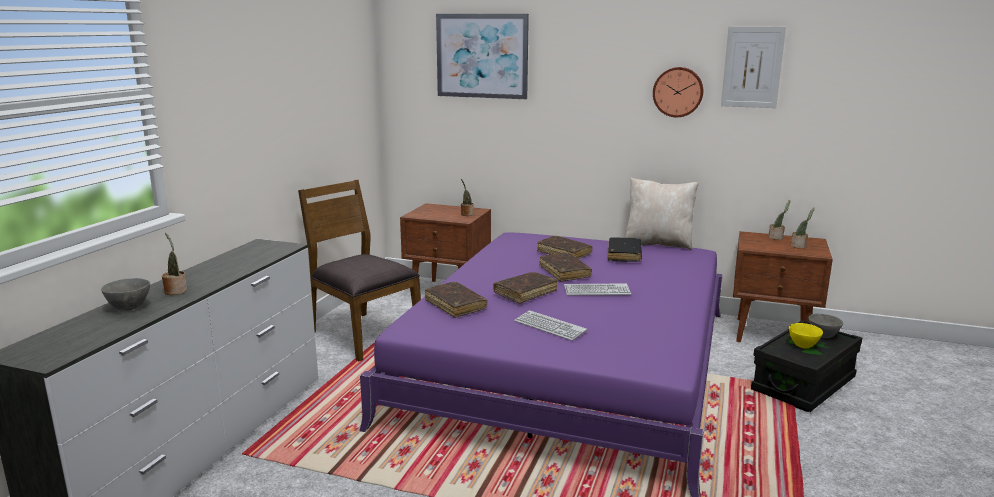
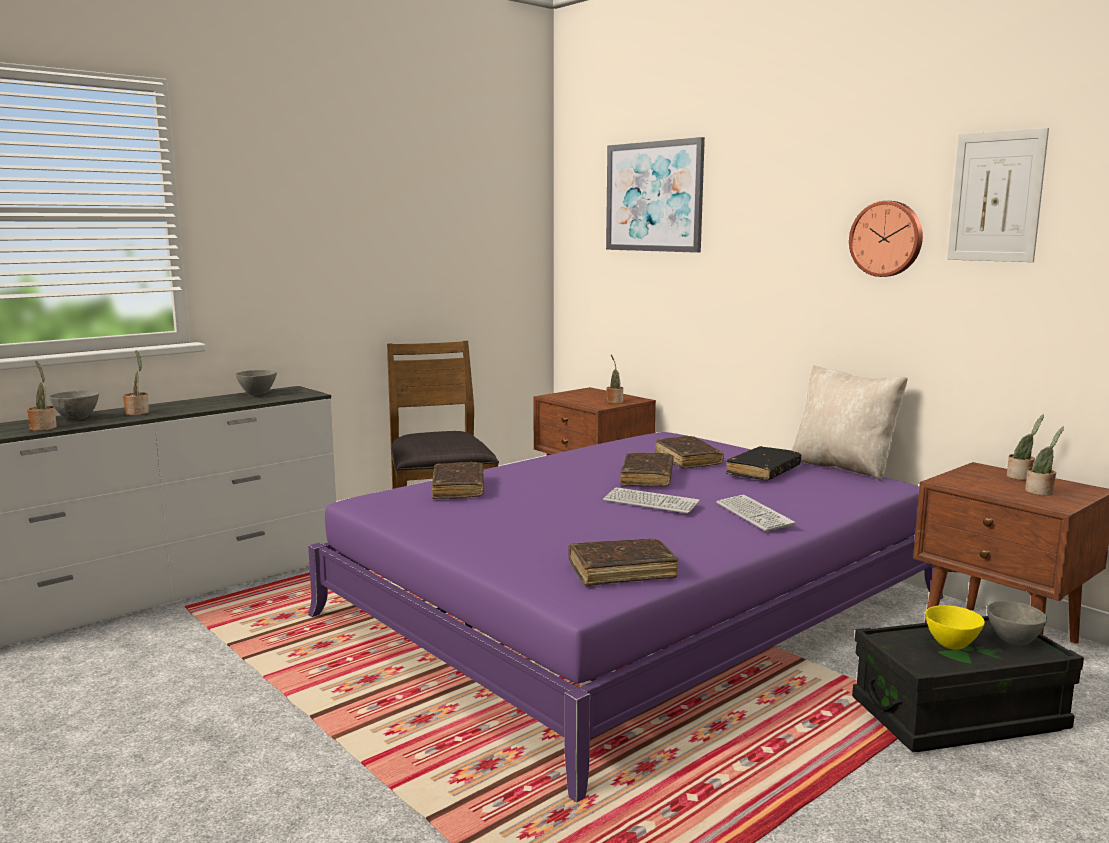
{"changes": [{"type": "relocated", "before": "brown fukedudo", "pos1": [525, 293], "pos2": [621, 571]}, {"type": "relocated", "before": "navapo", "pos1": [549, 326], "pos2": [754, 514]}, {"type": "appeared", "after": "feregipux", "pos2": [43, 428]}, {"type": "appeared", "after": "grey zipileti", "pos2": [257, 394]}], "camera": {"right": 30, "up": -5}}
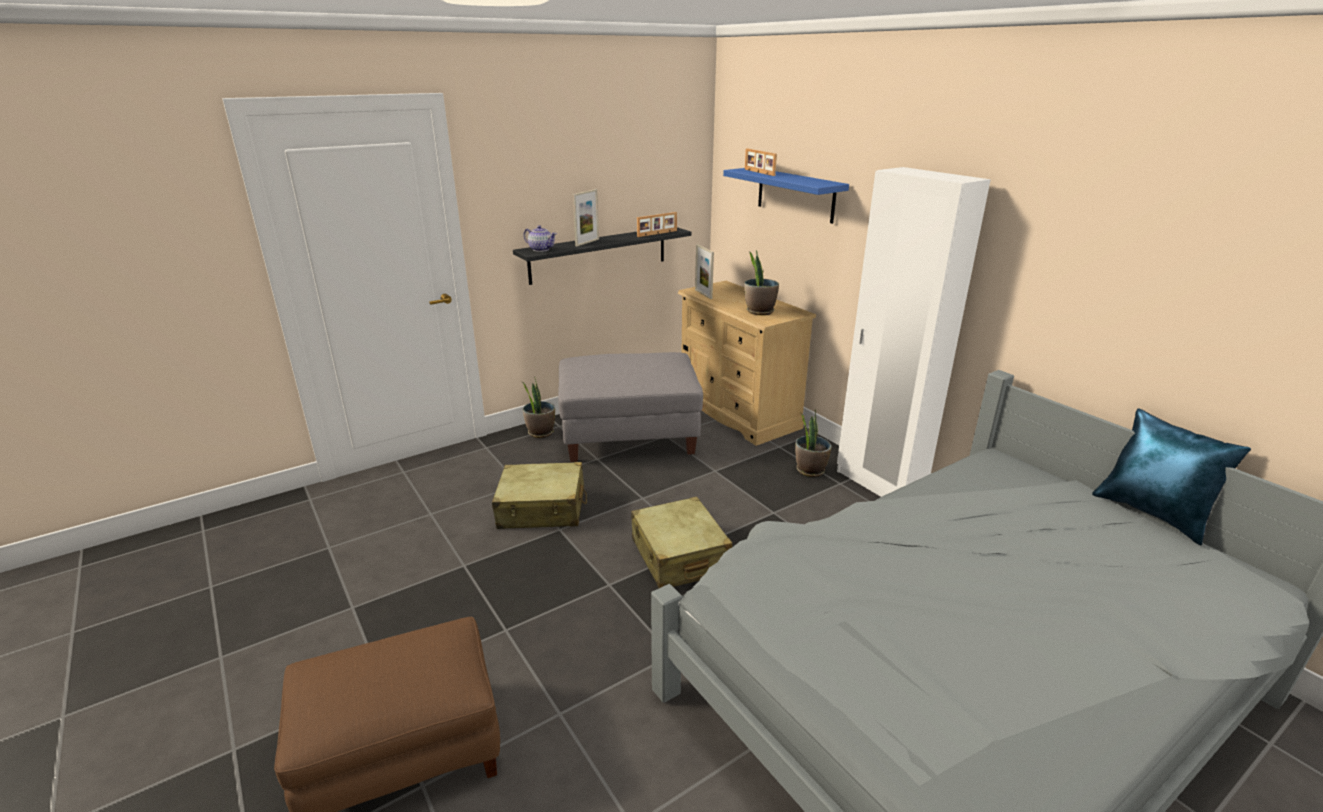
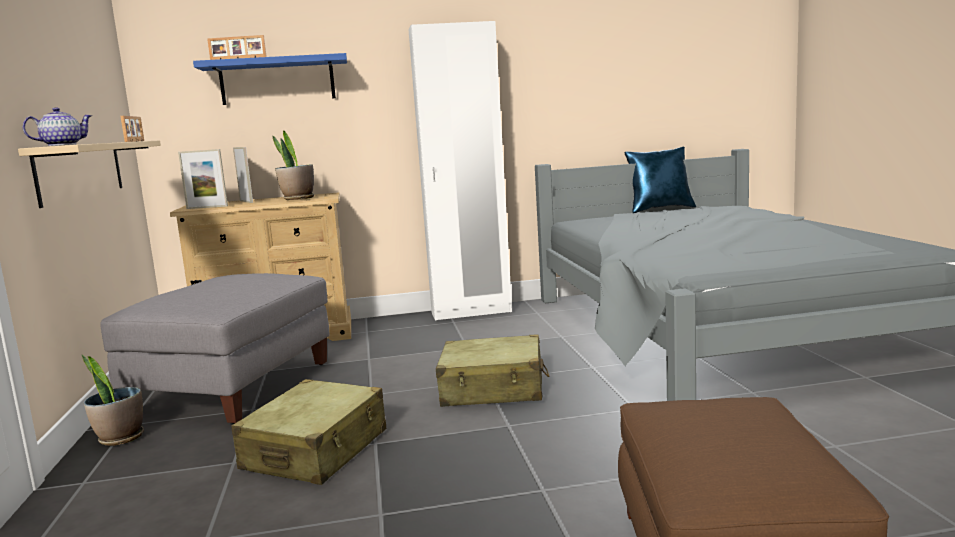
{"changes": [{"type": "relocated", "before": "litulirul", "pos1": [587, 242], "pos2": [246, 201]}, {"type": "colour", "before": "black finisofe", "after": "beige finisofe", "pos1": [599, 254], "pos2": [81, 171]}, {"type": "missing", "before": "feregipux", "pos1": [810, 470]}], "camera": {"right": -65, "up": -15}}
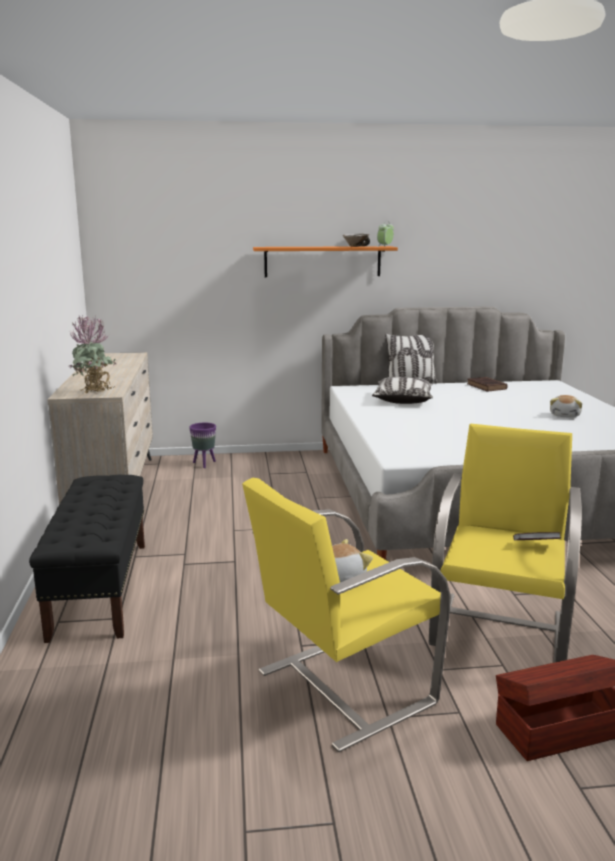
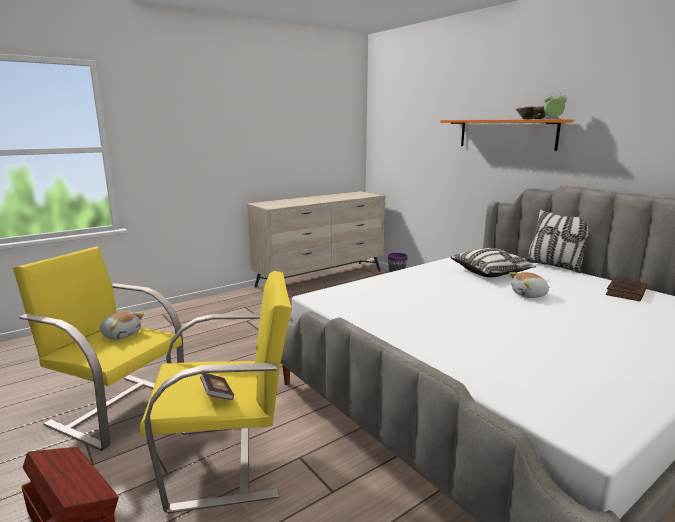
{"changes": [{"type": "missing", "before": "feregipux", "pos1": [96, 393]}, {"type": "relocated", "before": "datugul", "pos1": [565, 415], "pos2": [529, 295]}, {"type": "missing", "before": "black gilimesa", "pos1": [100, 588]}], "camera": {"right": 60, "up": 0}}
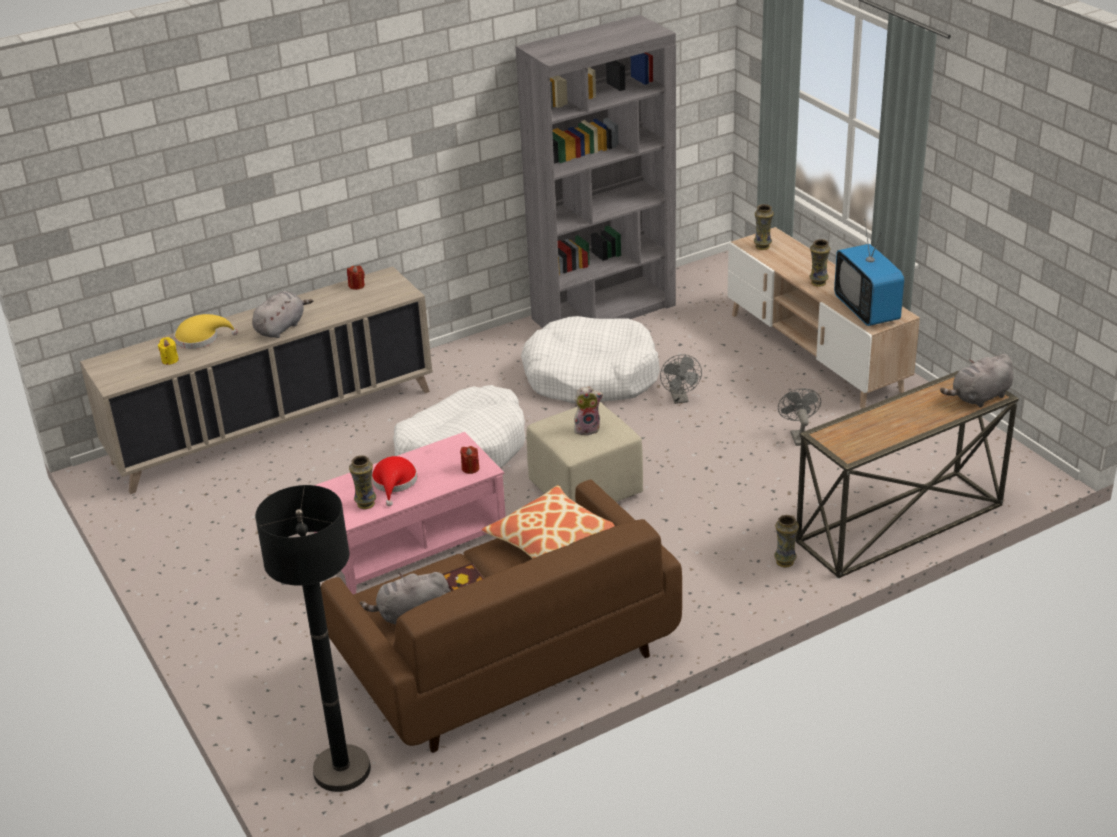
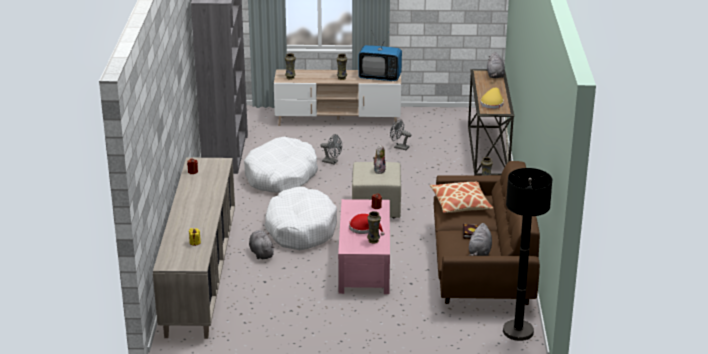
{"changes": [{"type": "relocated", "before": "grey datugul", "pos1": [281, 327], "pos2": [261, 253]}, {"type": "relocated", "before": "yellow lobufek", "pos1": [201, 339], "pos2": [492, 103]}], "camera": {"right": -60, "up": -5}}
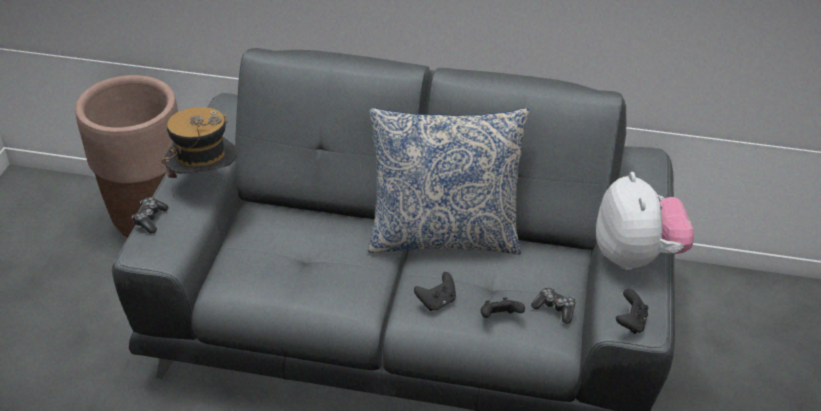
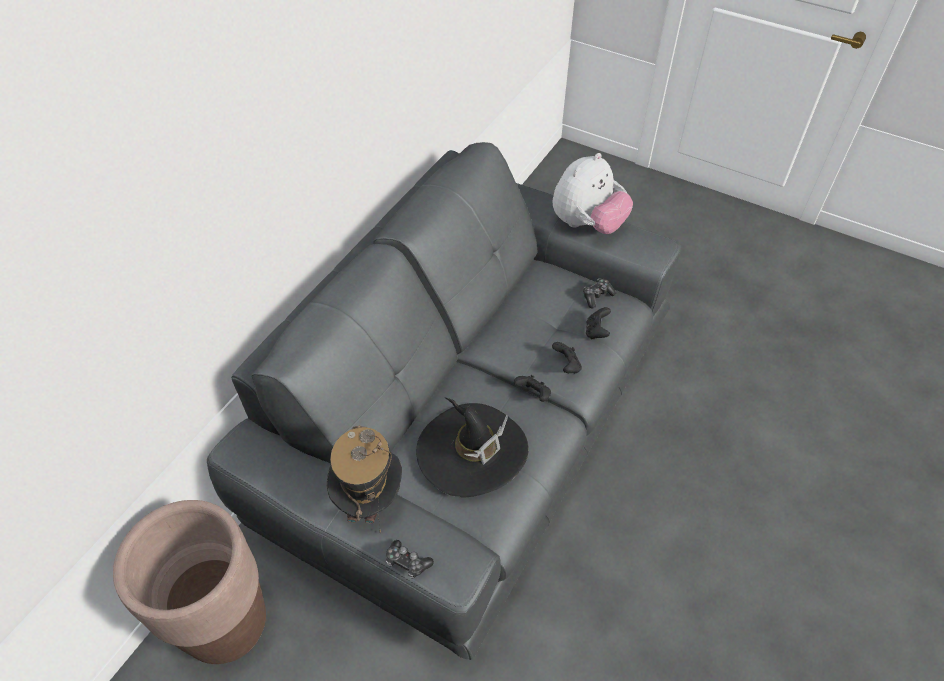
{"changes": [{"type": "missing", "before": "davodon", "pos1": [443, 236]}, {"type": "spun", "before": "datugul", "pos1": [636, 257], "pos2": [587, 224], "turn": 120}, {"type": "relocated", "before": "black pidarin", "pos1": [630, 323], "pos2": [533, 394]}, {"type": "appeared", "after": "black lobufek", "pos2": [472, 452]}], "camera": {"right": -70, "up": 10}}
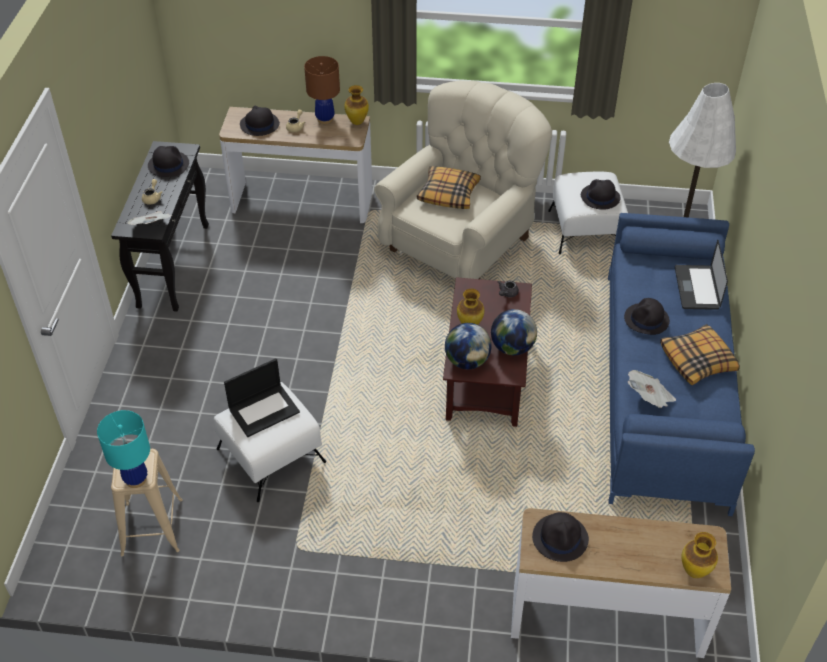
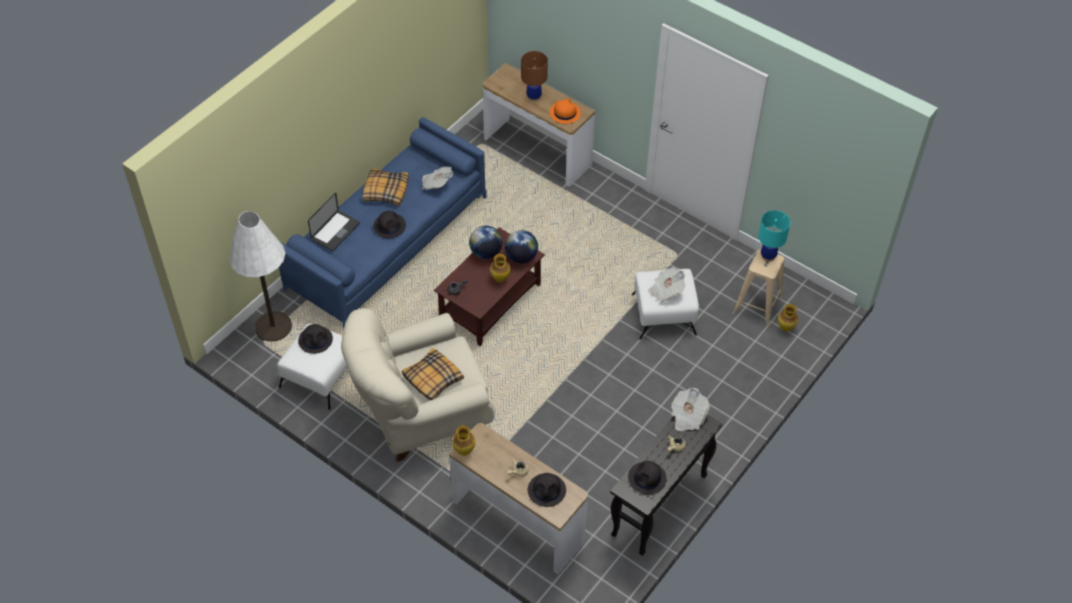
{"changes": [{"type": "relocated", "before": "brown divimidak", "pos1": [325, 119], "pos2": [533, 97]}, {"type": "exchanged", "before": "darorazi", "after": "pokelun", "pos1": [264, 410], "pos2": [666, 290]}, {"type": "colour", "before": "black lobufek", "after": "orange lobufek", "pos1": [560, 538], "pos2": [564, 113]}, {"type": "relocated", "before": "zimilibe", "pos1": [694, 571], "pos2": [785, 328]}], "camera": {"right": -150, "up": 5}}
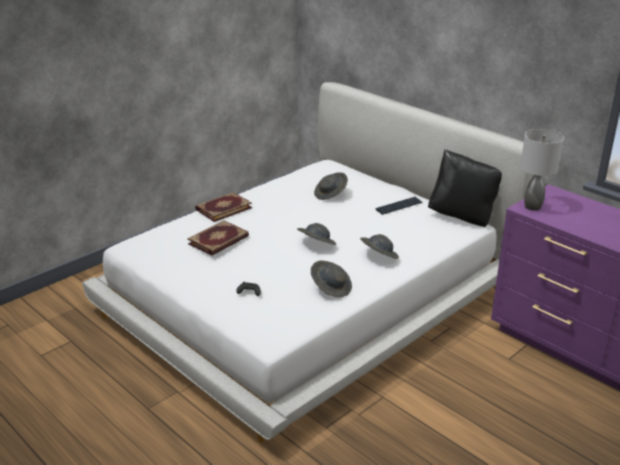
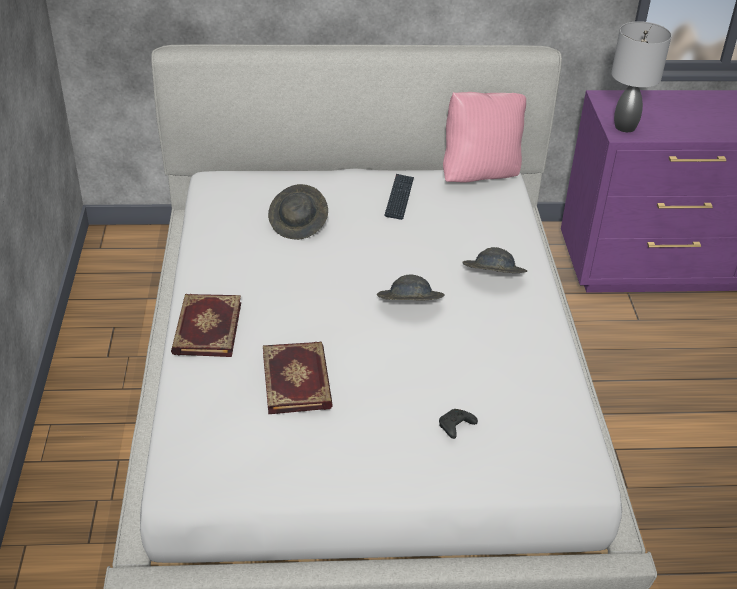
{"changes": [{"type": "colour", "before": "black davodon", "after": "pink davodon", "pos1": [463, 217], "pos2": [480, 175]}, {"type": "missing", "before": "grey lobufek", "pos1": [331, 287]}], "camera": {"right": -50, "up": 10}}
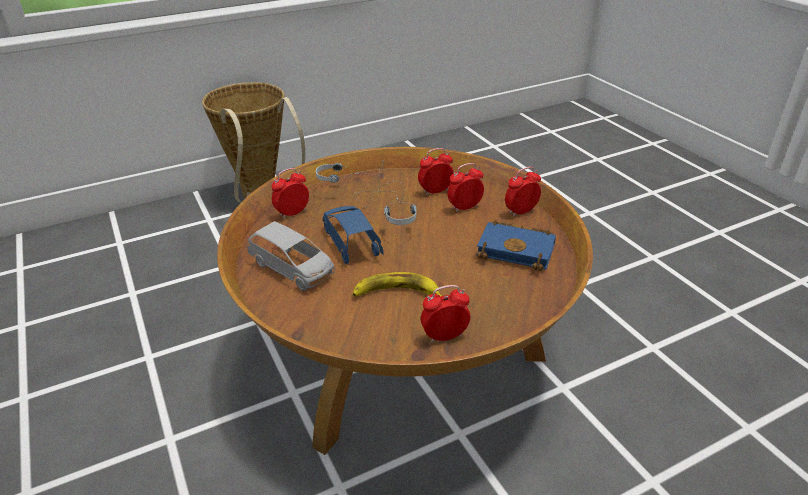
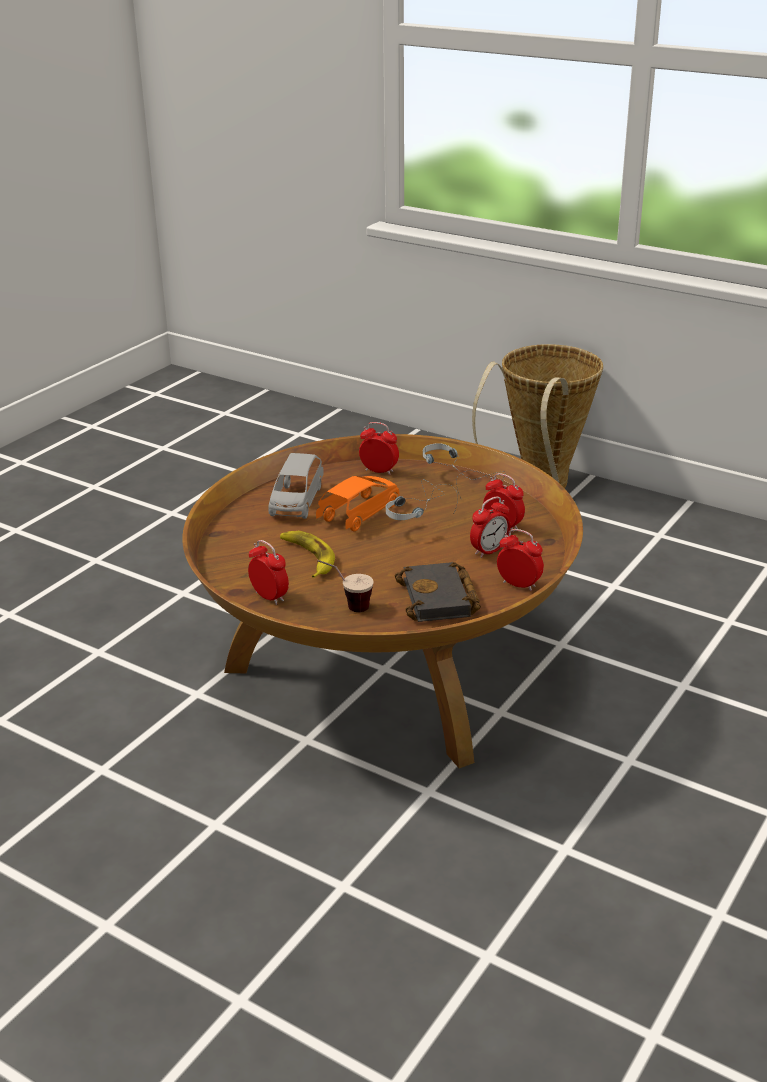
{"changes": [{"type": "spun", "before": "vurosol", "pos1": [465, 207], "pos2": [489, 551], "turn": 105}, {"type": "colour", "before": "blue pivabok", "after": "orange pivabok", "pos1": [351, 244], "pos2": [360, 514]}, {"type": "colour", "before": "blue fukedudo", "after": "black fukedudo", "pos1": [518, 249], "pos2": [440, 599]}, {"type": "appeared", "after": "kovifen", "pos2": [346, 606]}], "camera": {"right": 60, "up": -5}}
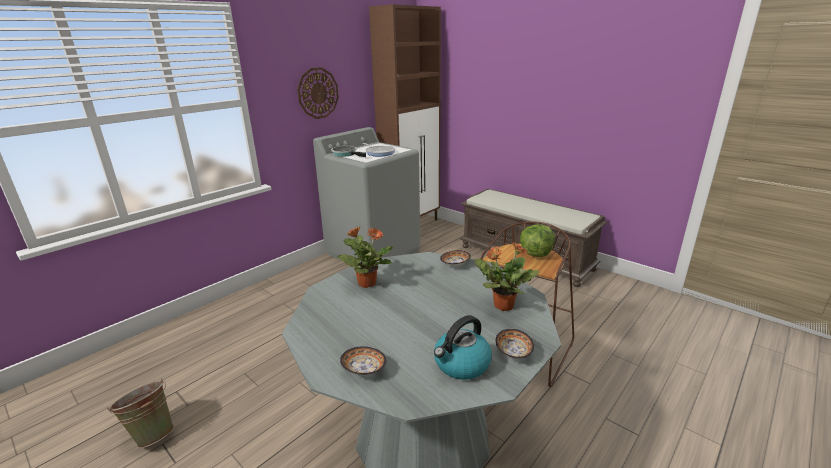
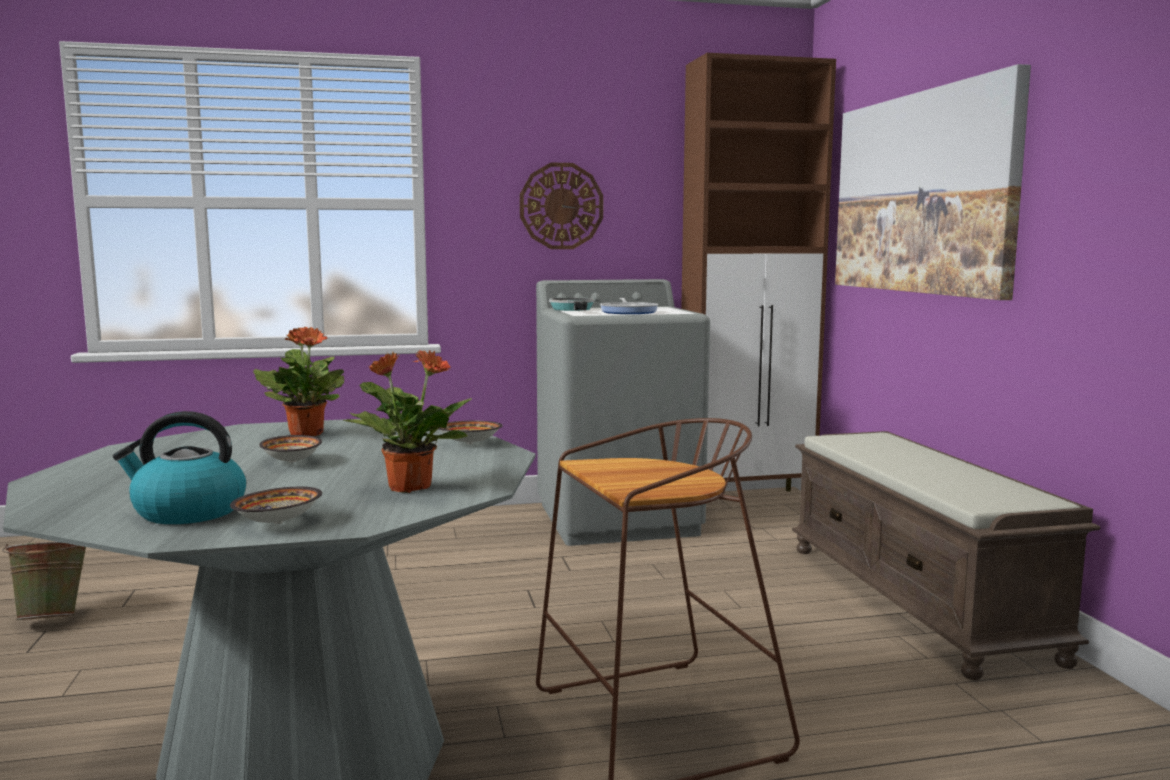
{"changes": [{"type": "missing", "before": "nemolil", "pos1": [535, 253]}, {"type": "relocated", "before": "zipileti", "pos1": [363, 369], "pos2": [292, 461]}, {"type": "appeared", "after": "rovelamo", "pos2": [921, 193]}], "camera": {"right": 35, "up": -15}}
